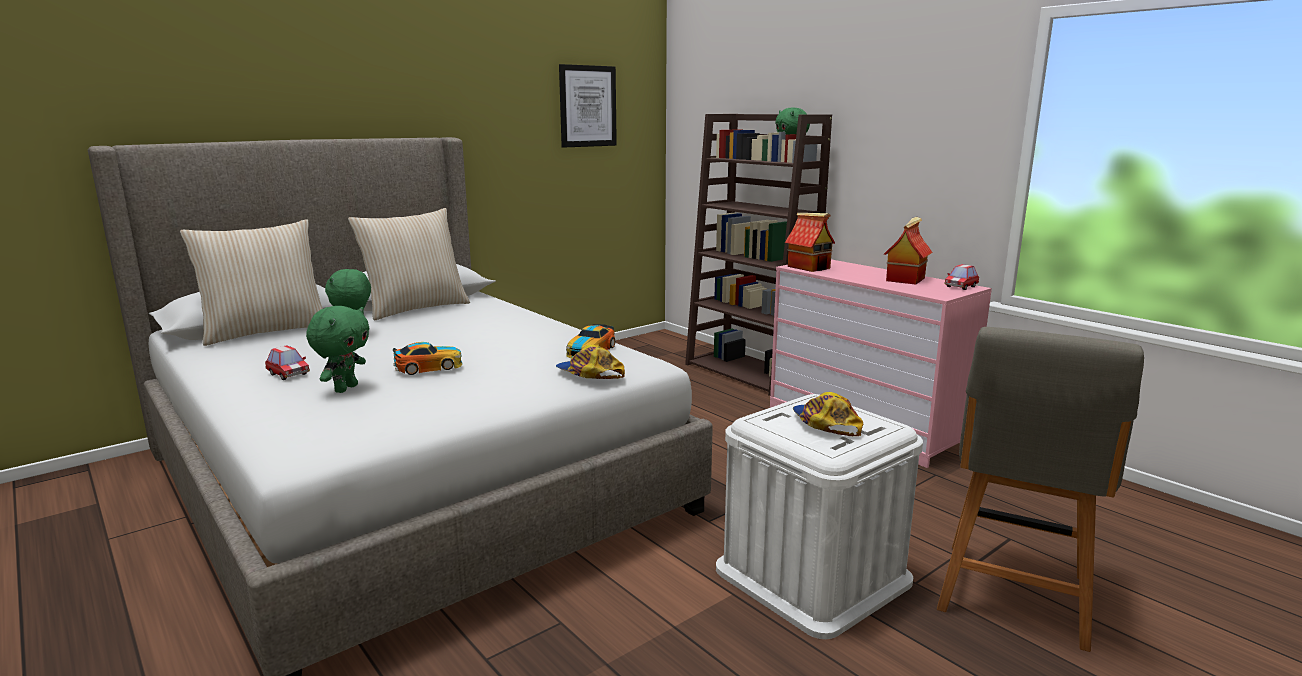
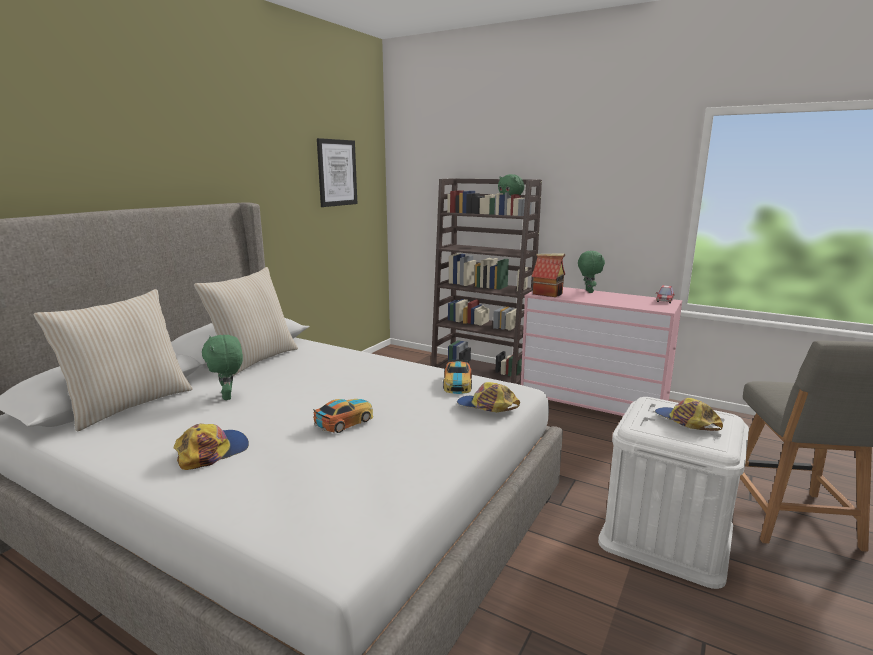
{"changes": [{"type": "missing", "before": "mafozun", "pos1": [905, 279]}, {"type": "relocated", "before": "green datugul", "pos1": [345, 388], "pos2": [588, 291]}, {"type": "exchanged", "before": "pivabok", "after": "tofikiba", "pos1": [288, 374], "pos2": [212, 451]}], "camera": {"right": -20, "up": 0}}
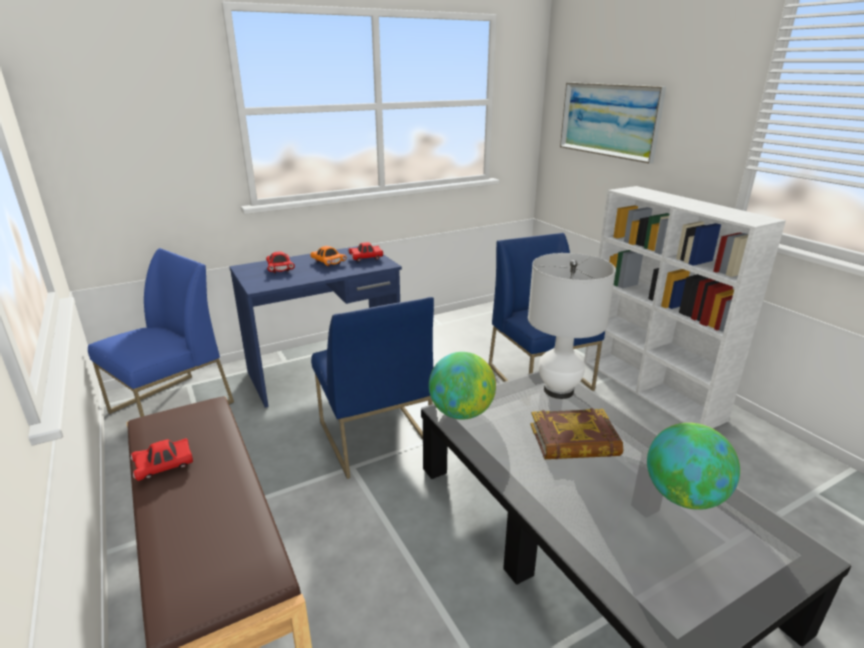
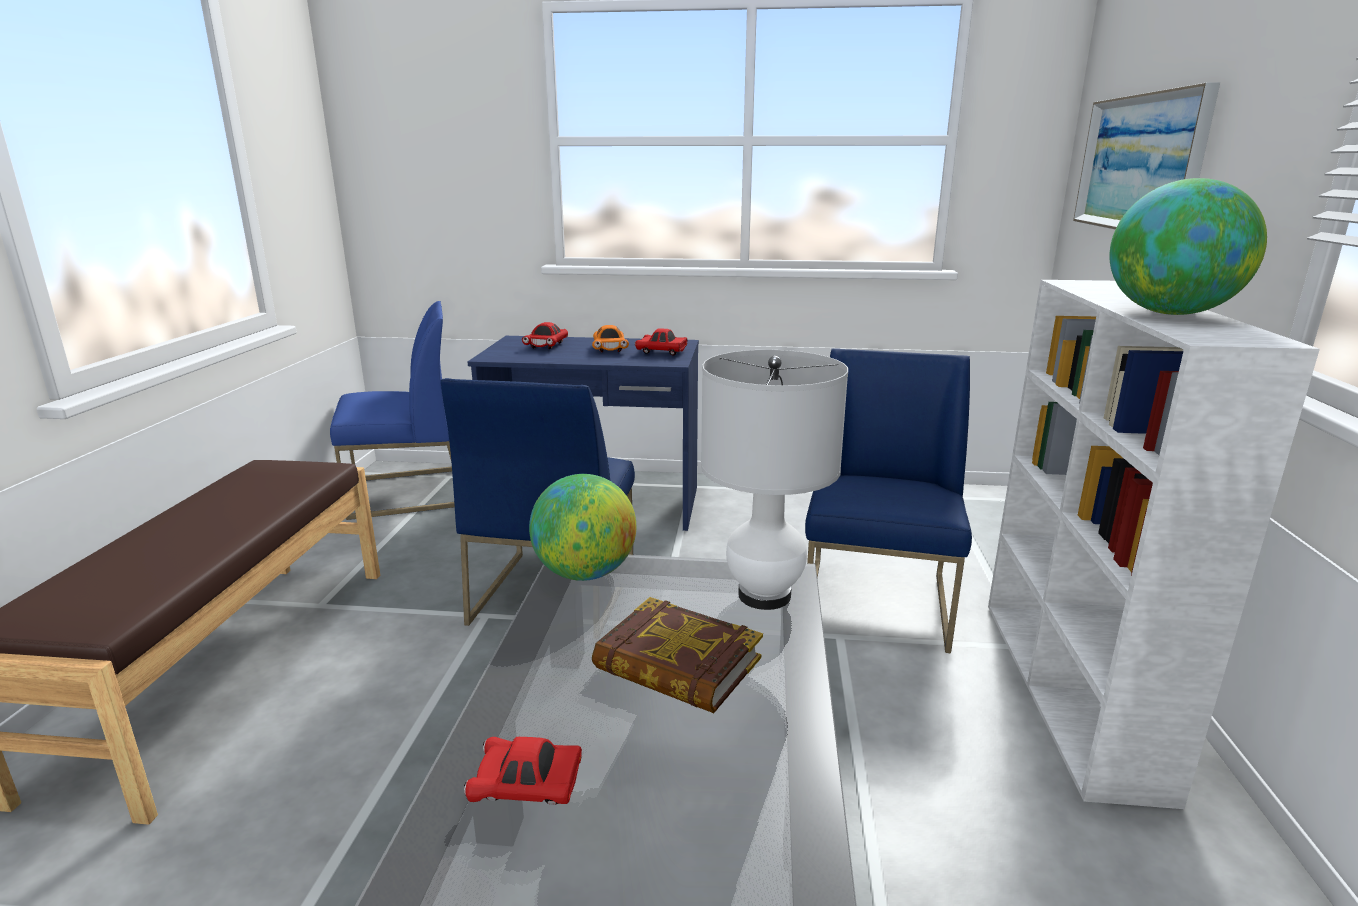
{"changes": [{"type": "relocated", "before": "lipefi", "pos1": [683, 497], "pos2": [1169, 313]}, {"type": "relocated", "before": "red pivabok", "pos1": [164, 466], "pos2": [527, 787]}], "camera": {"right": 35, "up": -5}}
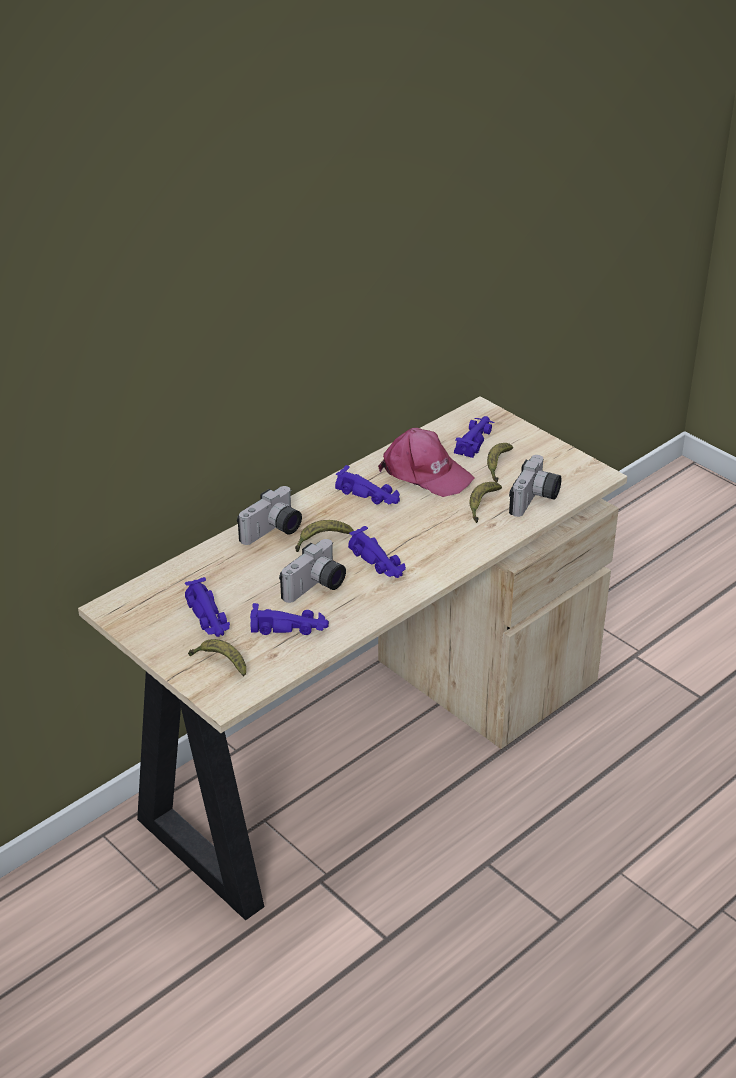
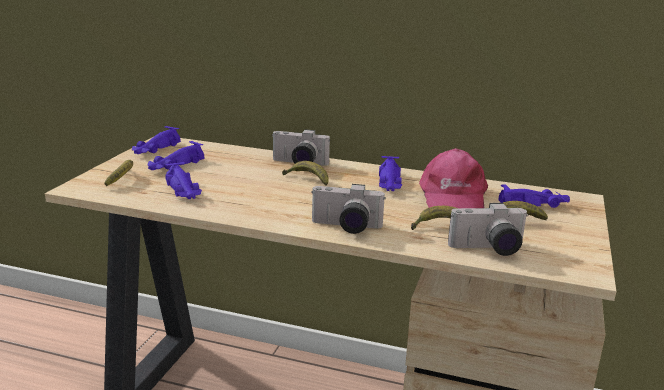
{"changes": [{"type": "relocated", "before": "purple pivabok", "pos1": [378, 562], "pos2": [155, 149]}, {"type": "relocated", "before": "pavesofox", "pos1": [316, 588], "pos2": [345, 227]}], "camera": {"right": 60, "up": -15}}
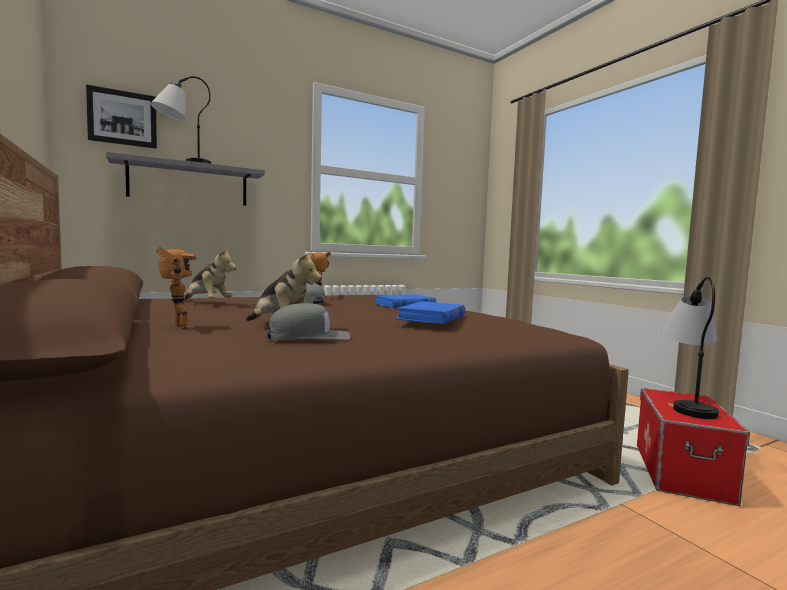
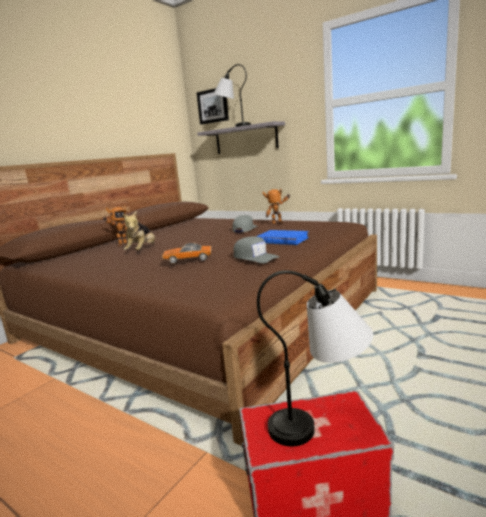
{"changes": [{"type": "missing", "before": "datugul", "pos1": [207, 303]}, {"type": "exchanged", "before": "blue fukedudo", "after": "pivabok", "pos1": [431, 317], "pos2": [188, 259]}, {"type": "relocated", "before": "grey tofikiba", "pos1": [309, 337], "pos2": [255, 257]}], "camera": {"right": 65, "up": 10}}
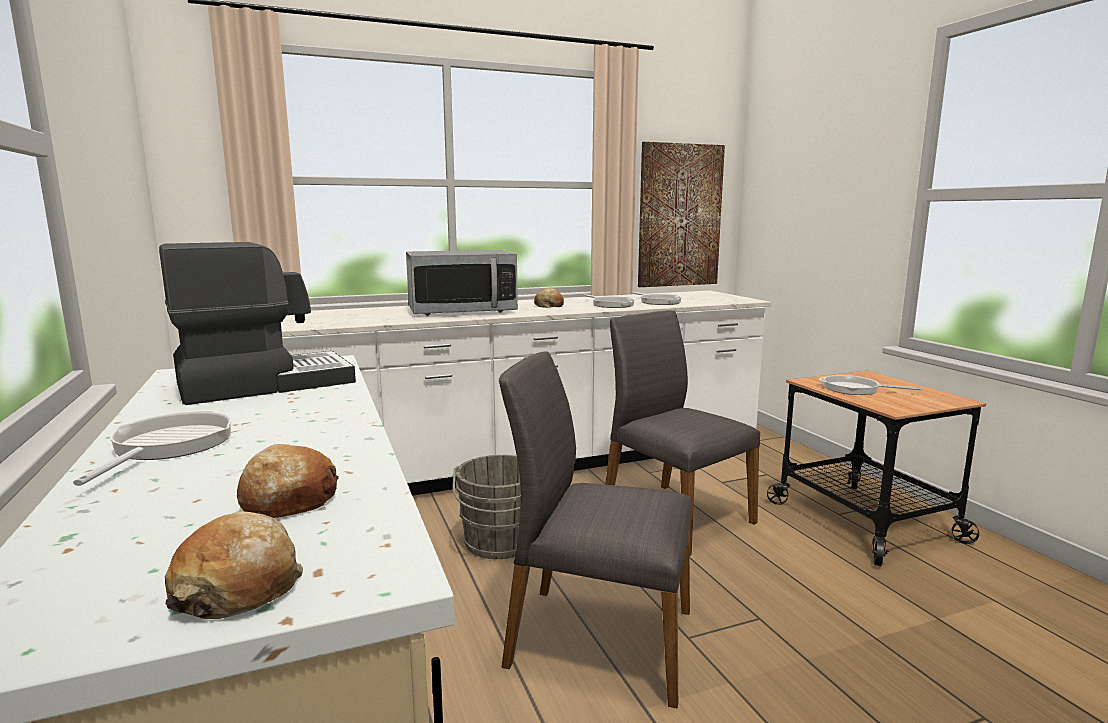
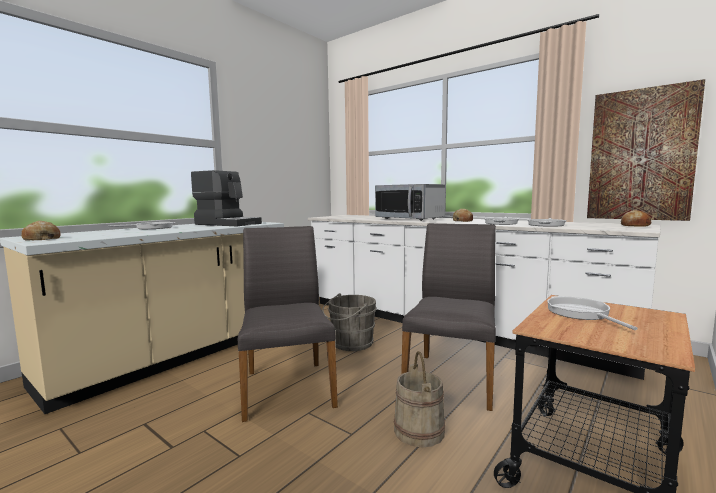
{"changes": [{"type": "relocated", "before": "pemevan", "pos1": [288, 499], "pos2": [634, 225]}, {"type": "appeared", "after": "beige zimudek", "pos2": [418, 430]}], "camera": {"right": 60, "up": -5}}
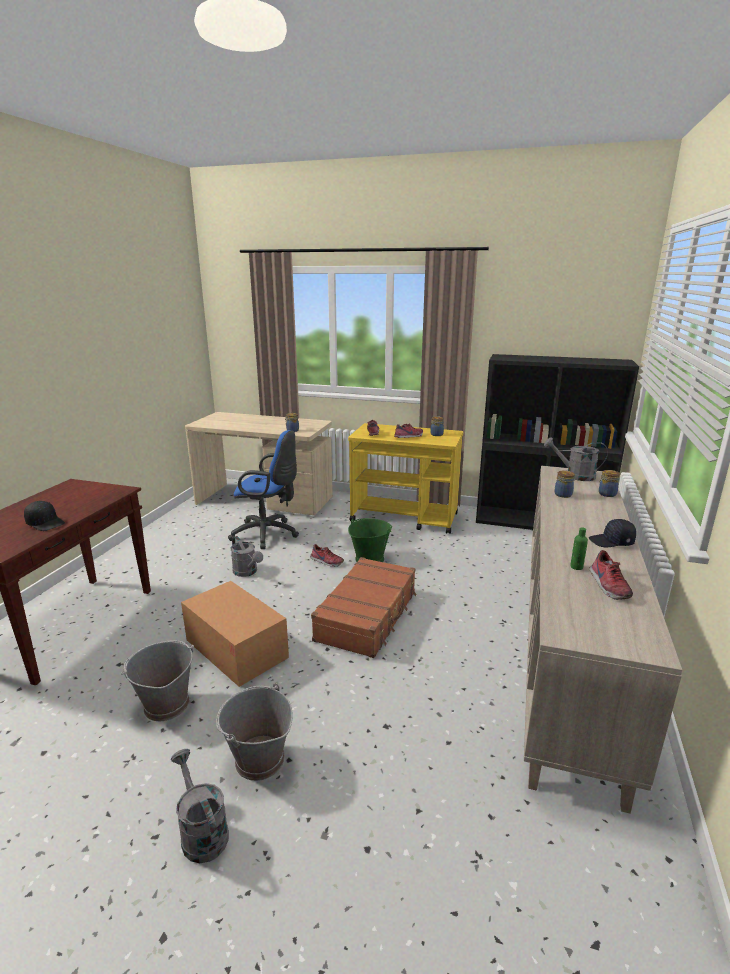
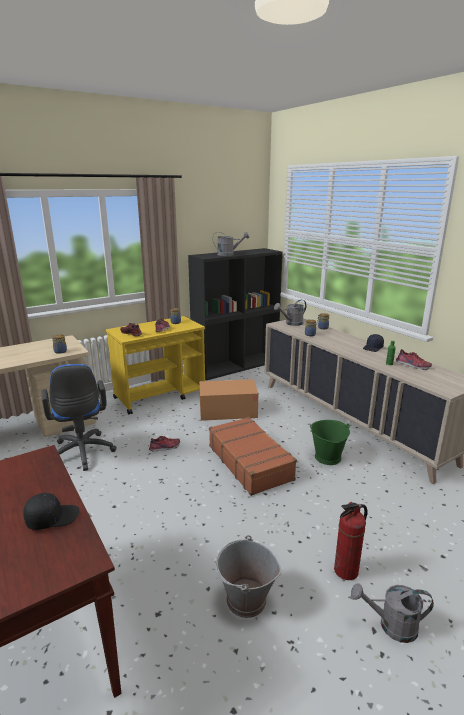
{"changes": [{"type": "spun", "before": "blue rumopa", "pos1": [268, 534], "pos2": [82, 454], "turn": 105}, {"type": "relocated", "before": "green zimudek", "pos1": [369, 559], "pos2": [327, 457]}, {"type": "relocated", "before": "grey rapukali", "pos1": [247, 572], "pos2": [229, 254]}, {"type": "relocated", "before": "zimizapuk", "pos1": [236, 648], "pos2": [228, 411]}, {"type": "exchanged", "before": "grey zimudek", "after": "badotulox", "pos1": [259, 760], "pos2": [346, 571]}], "camera": {"right": -50, "up": 0}}
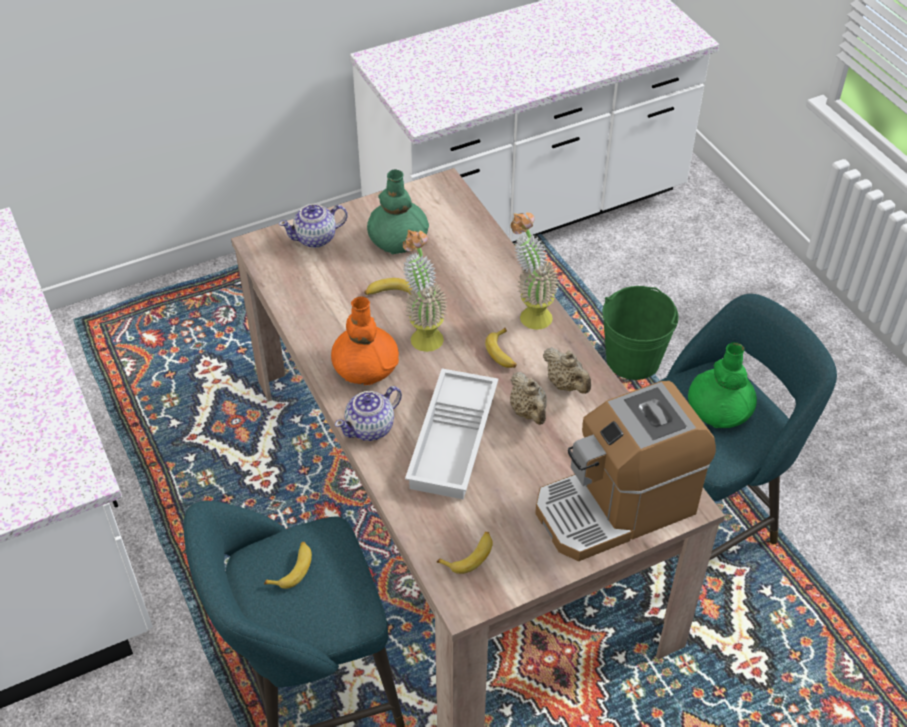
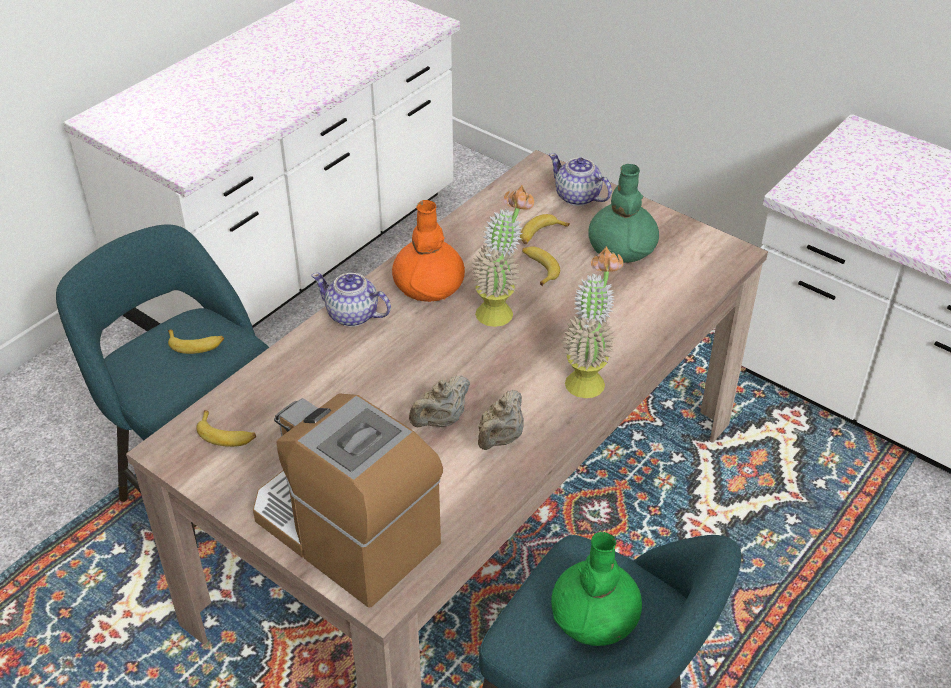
{"changes": [{"type": "missing", "before": "green zimudek", "pos1": [633, 360]}, {"type": "relocated", "before": "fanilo", "pos1": [503, 353], "pos2": [540, 234]}, {"type": "missing", "before": "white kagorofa", "pos1": [455, 441]}], "camera": {"right": 65, "up": -5}}
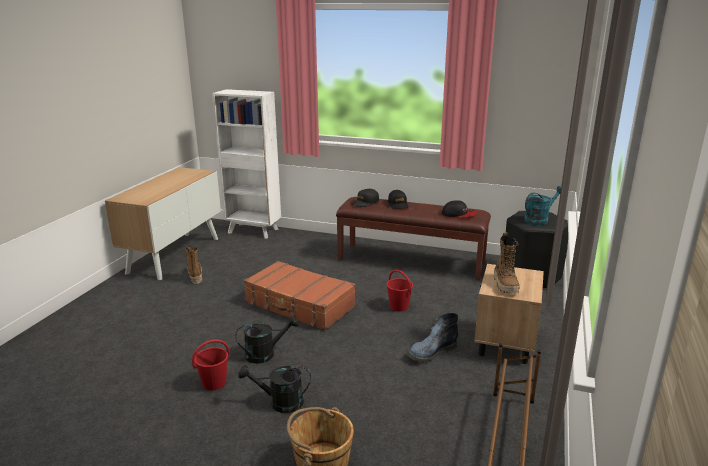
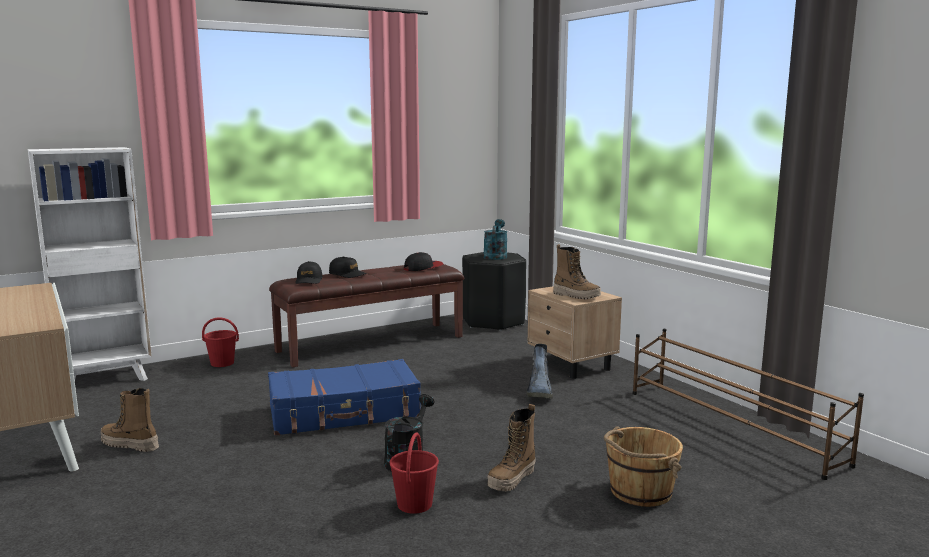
{"changes": [{"type": "colour", "before": "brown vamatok", "after": "blue vamatok", "pos1": [299, 305], "pos2": [344, 413]}, {"type": "relocated", "before": "red zimudek", "pos1": [399, 307], "pos2": [222, 363]}, {"type": "exchanged", "before": "black rapukali", "after": "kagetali", "pos1": [280, 402], "pos2": [512, 480]}], "camera": {"right": -50, "up": -10}}
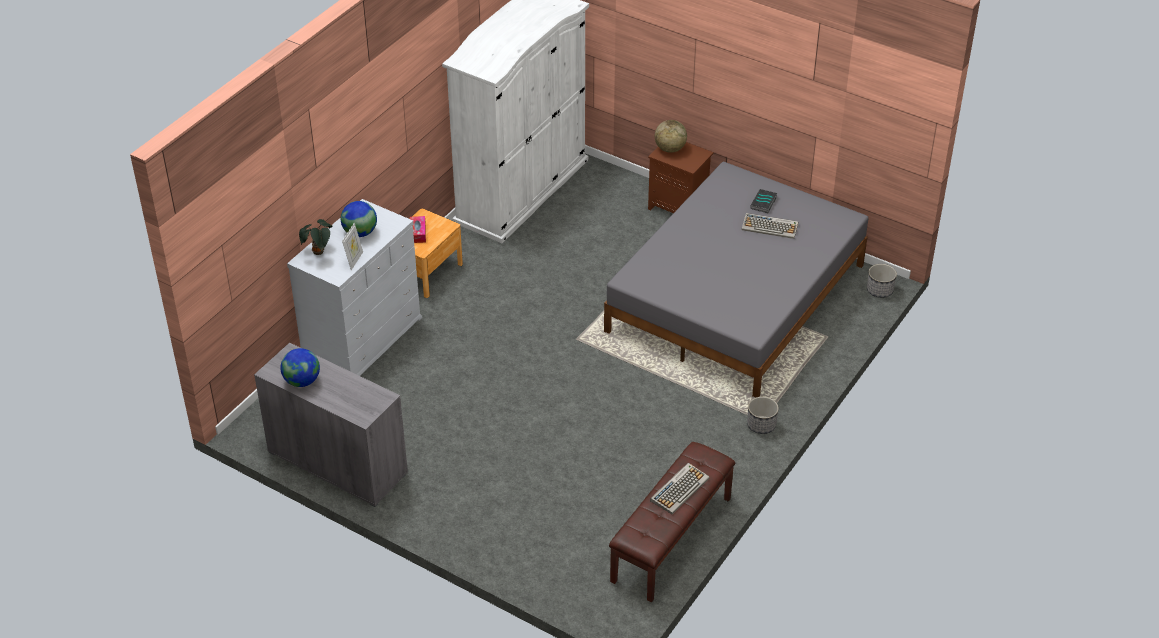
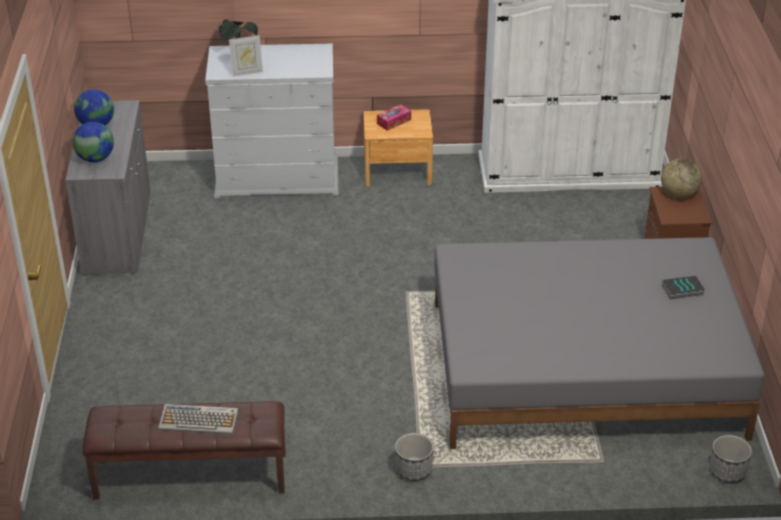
{"changes": [{"type": "relocated", "before": "lipefi", "pos1": [360, 232], "pos2": [95, 158]}, {"type": "missing", "before": "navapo", "pos1": [770, 227]}], "camera": {"right": 55, "up": -5}}
